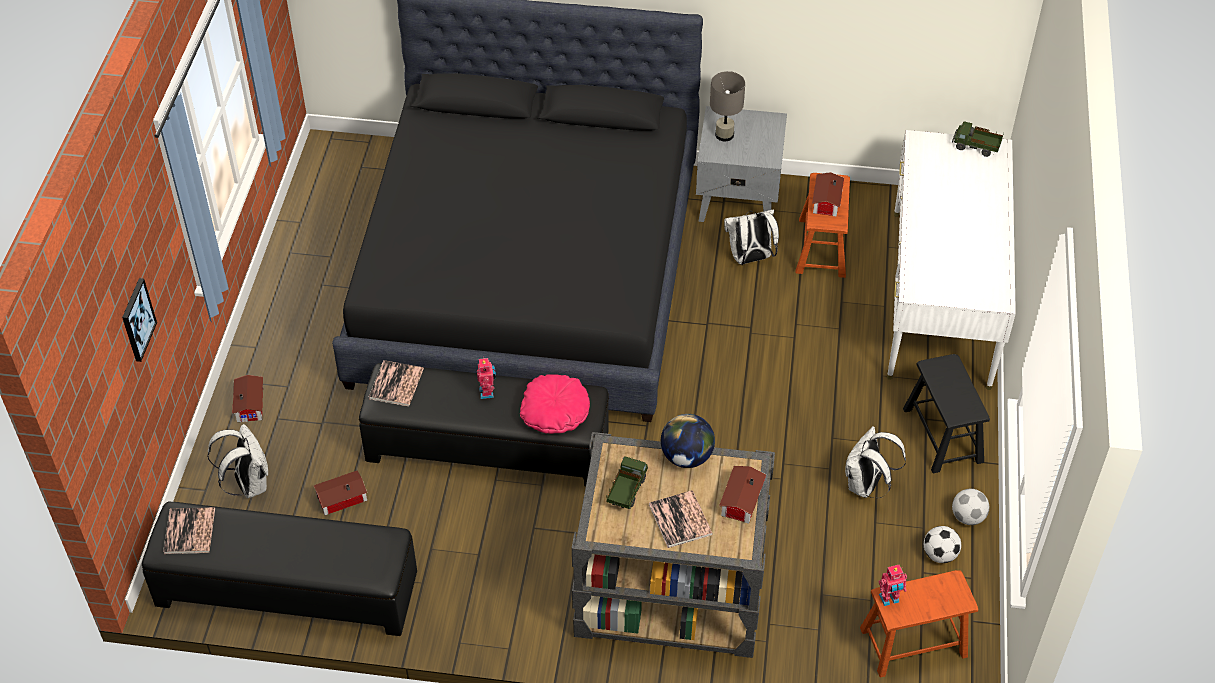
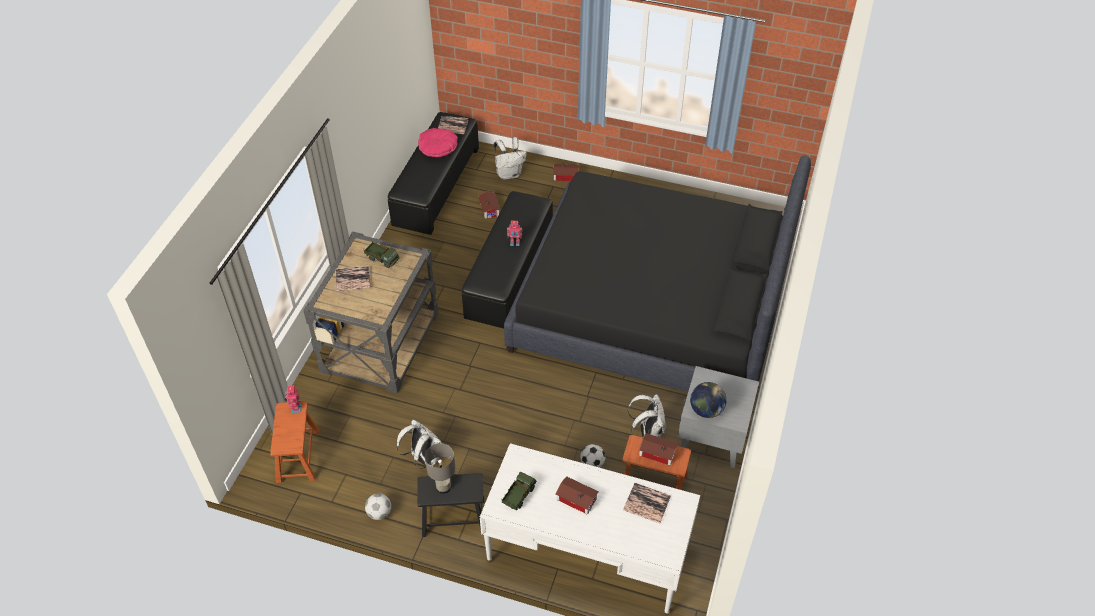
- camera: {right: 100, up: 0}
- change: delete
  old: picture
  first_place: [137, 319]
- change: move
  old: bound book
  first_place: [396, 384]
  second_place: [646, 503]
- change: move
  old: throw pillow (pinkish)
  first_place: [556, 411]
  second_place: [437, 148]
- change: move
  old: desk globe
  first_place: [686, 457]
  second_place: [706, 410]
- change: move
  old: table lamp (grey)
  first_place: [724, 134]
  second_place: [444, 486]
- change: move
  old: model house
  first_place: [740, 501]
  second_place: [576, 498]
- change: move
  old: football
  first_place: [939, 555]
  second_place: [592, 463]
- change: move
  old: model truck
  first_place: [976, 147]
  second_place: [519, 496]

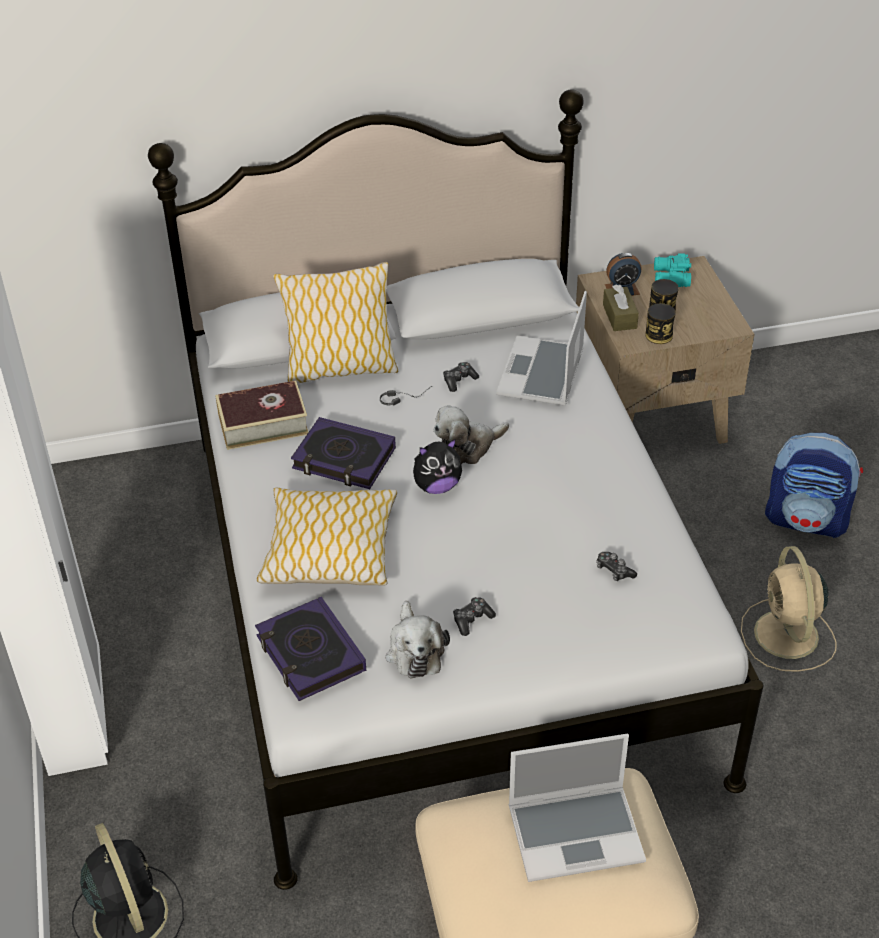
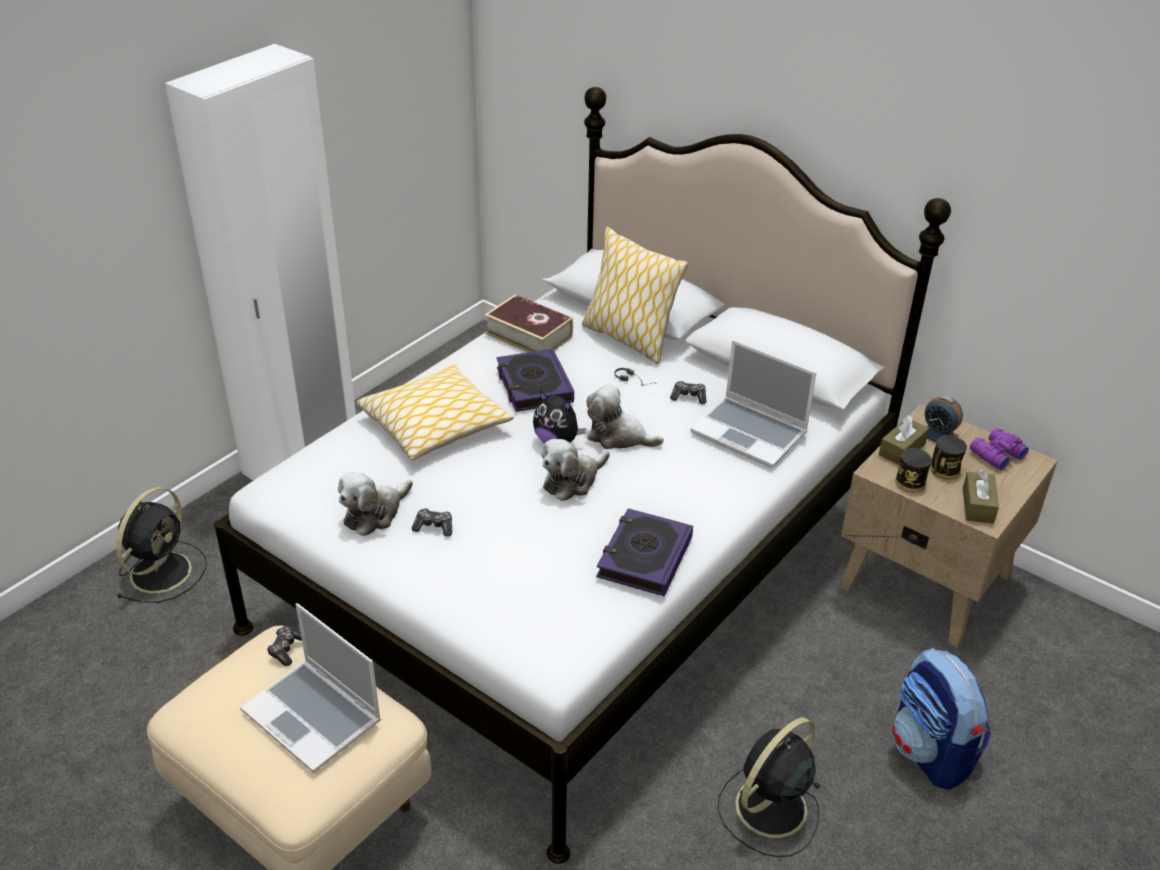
- camera: {right: 50, up: -5}
- change: move
  old: bound book
  first_place: [310, 654]
  second_place: [644, 557]
- change: rotate
  old: notebook computer
  first_place: [542, 374]
  second_place: [751, 433]
  degrees: -120
- change: move
  old: joypad
  first_place: [614, 571]
  second_place: [285, 649]
- change: recolor
  old: binoculars (blue-green)
  new: binoculars (purplish)
  first_place: [670, 278]
  second_place: [995, 454]
- change: recolor
  old: fan (beige-coloured)
  new: fan (blackish)
  first_place: [787, 637]
  second_place: [769, 809]
- change: insert
  new: cuddly toy
  second_place: [572, 480]
- change: insert
  new: tissue holder (brown)
  second_place: [977, 505]

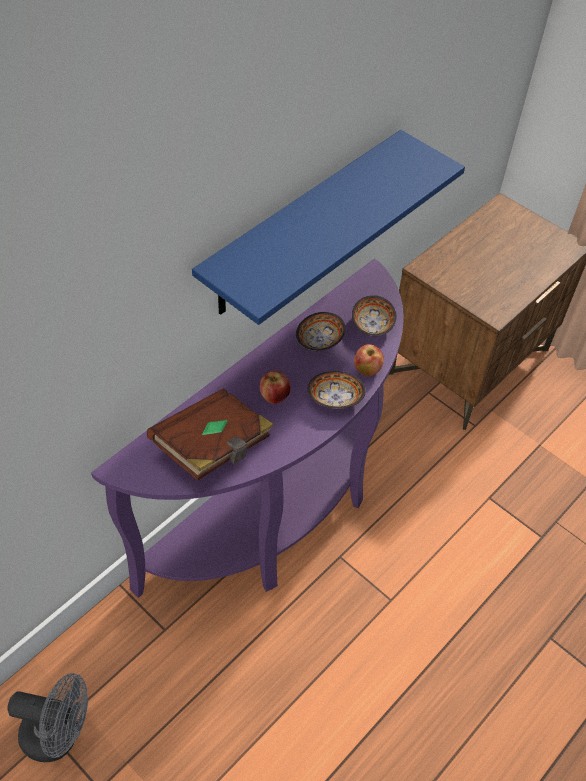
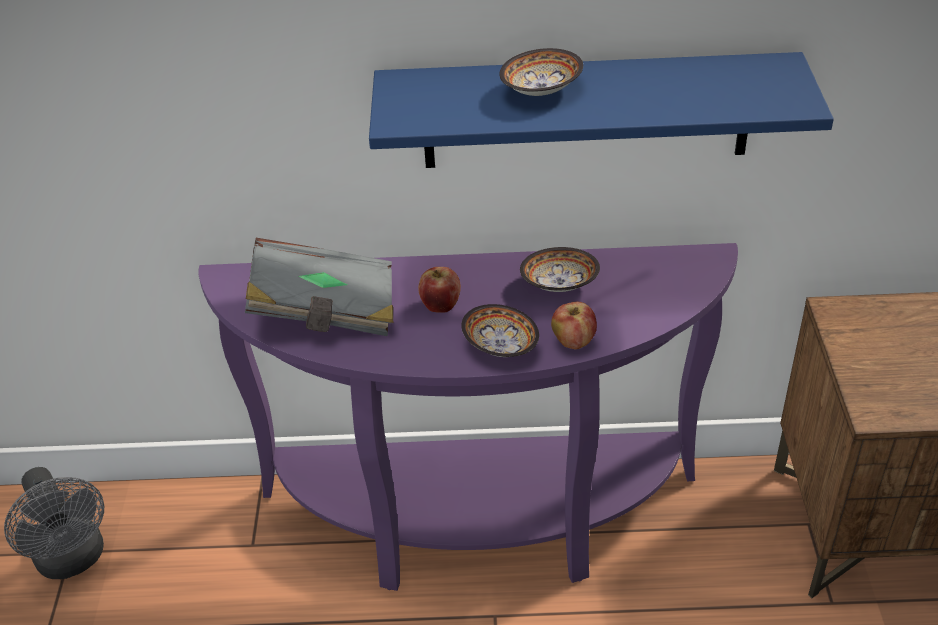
- camera: {right: 50, up: -10}
- change: recolor
  old: bound book (brown)
  new: bound book (grey)
  first_place: [214, 446]
  second_place: [325, 311]
- change: move
  old: deep dish
  first_place: [371, 326]
  second_place: [539, 90]

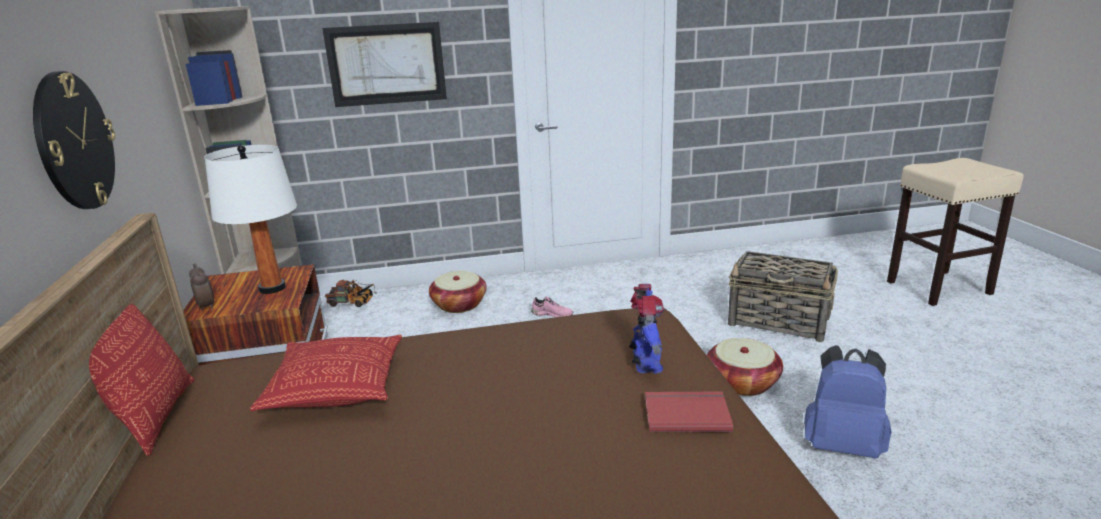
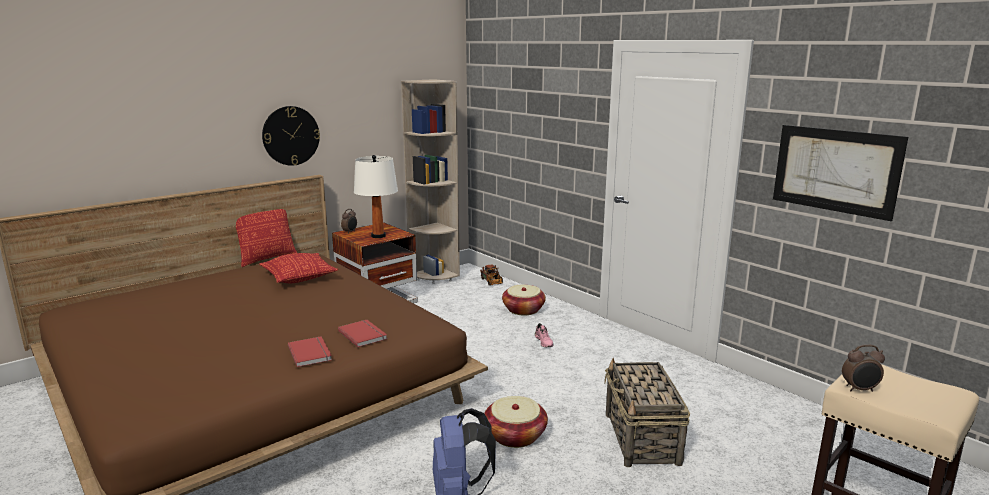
- camera: {right: 60, up: -5}
- change: move
  old: picture
  first_place: [386, 64]
  second_place: [835, 170]
- change: replace
  old: toy robot
  new: bound book (red)
  first_place: [646, 363]
  second_place: [363, 334]
- change: insert
  new: alarm clock
  second_place: [860, 389]

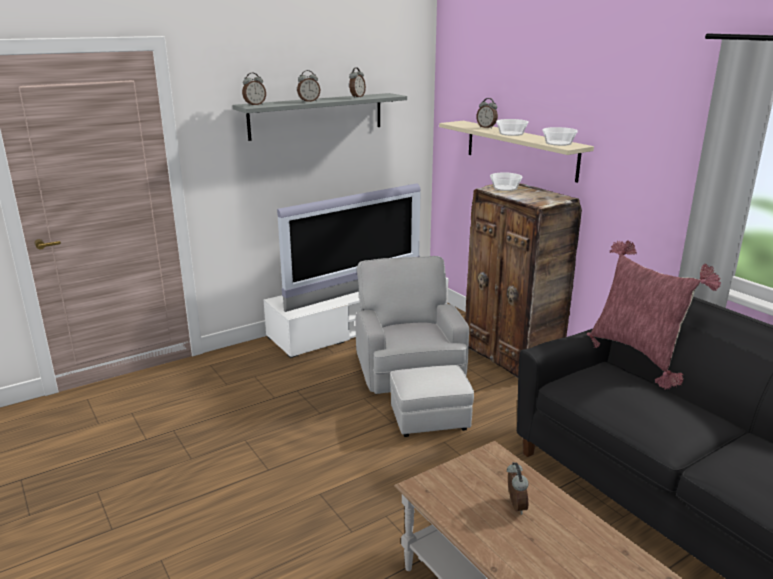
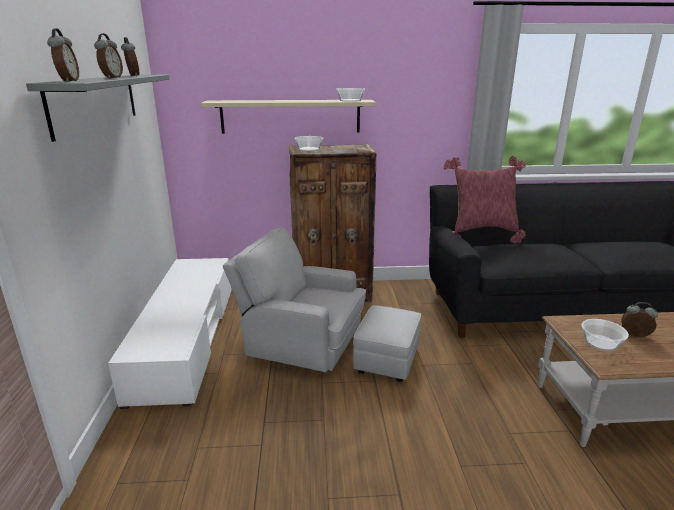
- camera: {right: -60, up: 0}
- change: delete
  old: TV set
  first_place: [355, 292]
- change: delete
  old: alarm clock
  first_place: [486, 127]
- change: move
  old: deep dish
  first_place: [511, 133]
  second_place: [601, 343]

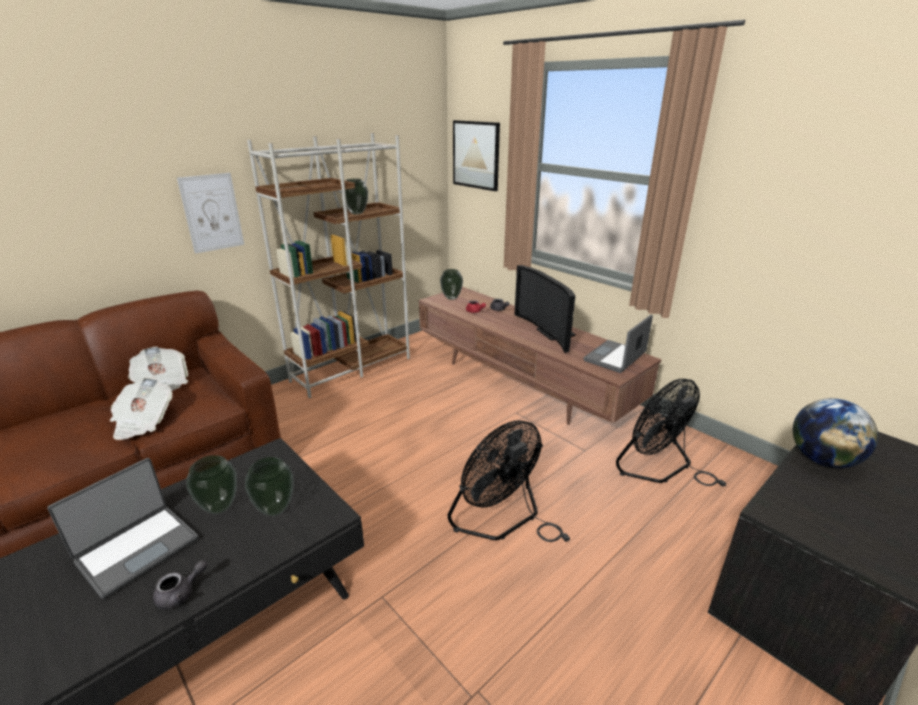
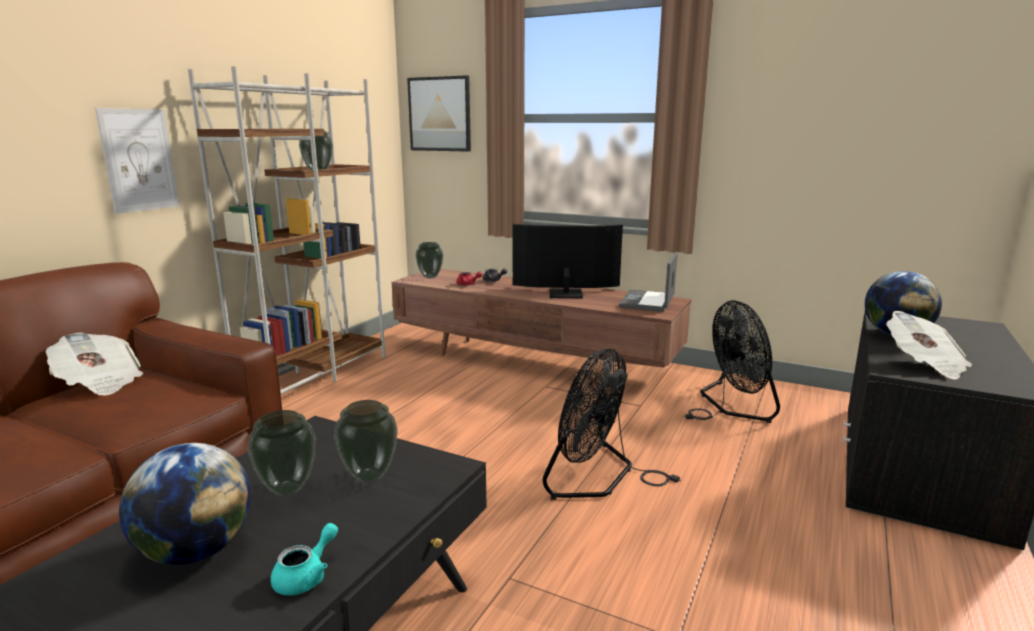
- camera: {right: -20, up: -10}
- change: replace
  old: notebook computer
  new: desk globe
  first_place: [137, 549]
  second_place: [196, 551]
- change: move
  old: printed paper
  first_place: [143, 422]
  second_place: [924, 364]
- change: recolor
  old: pot for tea (grey)
  new: pot for tea (blue-green)
  first_place: [181, 594]
  second_place: [306, 576]
- change: rotate
  old: TV set
  first_place: [550, 333]
  second_place: [566, 292]
  degrees: 135
- change: rotate
  old: fan (blackish)
  first_place: [666, 466]
  second_place: [726, 404]
  degrees: 135

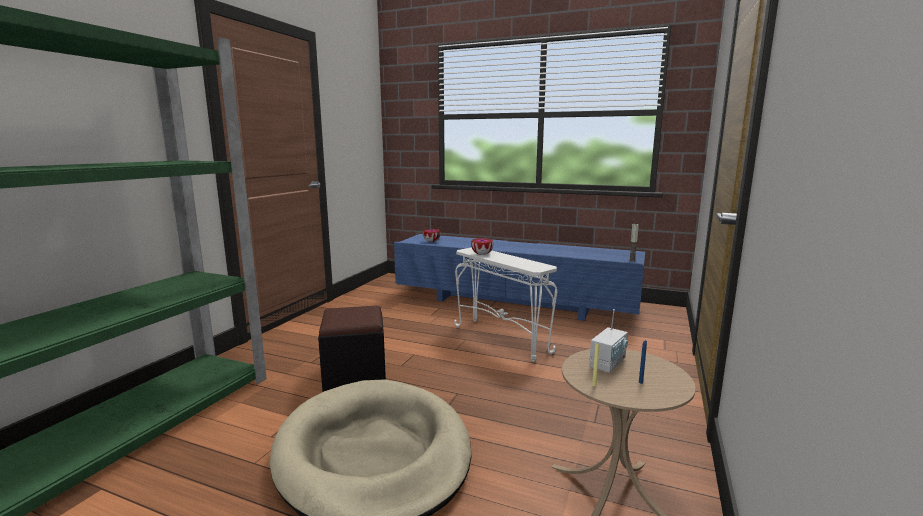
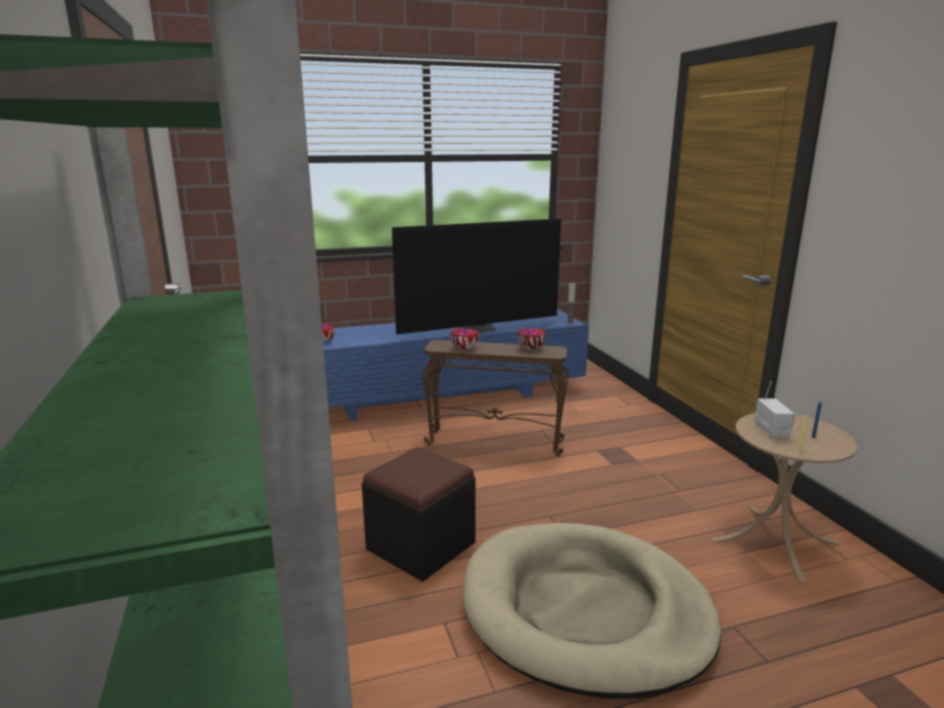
- camera: {right: -40, up: 5}
- change: recolor
  old: side table (white)
  new: side table (brown)
  first_place: [501, 339]
  second_place: [494, 443]
- change: insert
  new: TV set
  second_place: [477, 329]
- change: insert
  new: deep dish
  second_place: [531, 349]

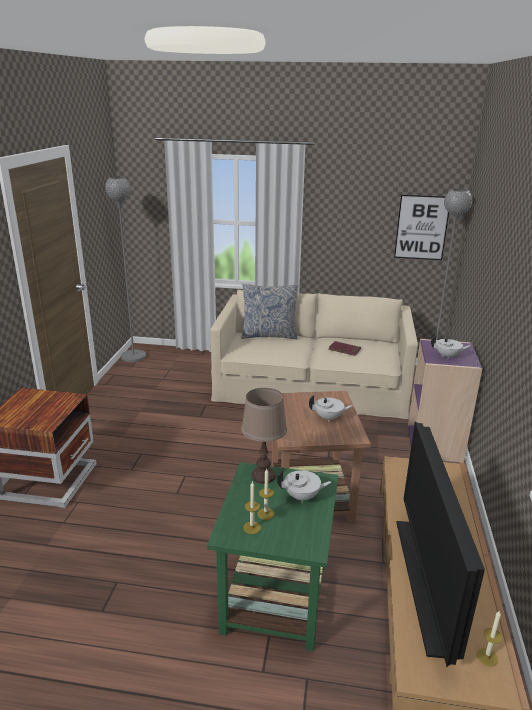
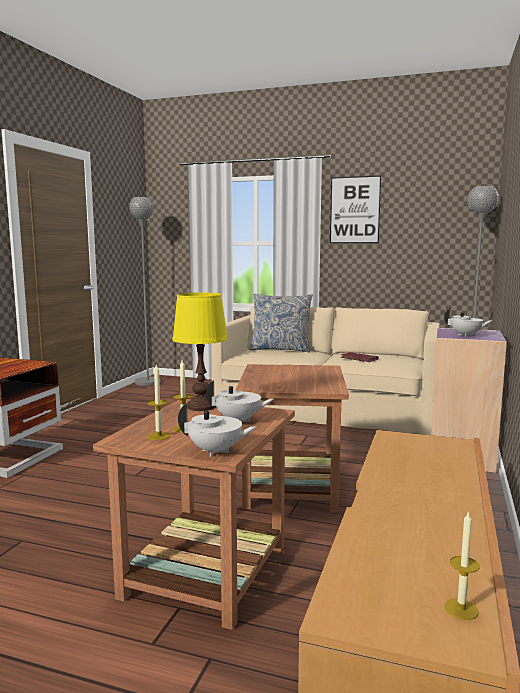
- camera: {right: 10, up: -15}
- change: recolor
  old: side table (greenish)
  new: side table (brown)
  first_place: [275, 598]
  second_place: [205, 572]
- change: recolor
  old: table lamp (brown)
  new: table lamp (yellow)
  first_place: [263, 476]
  second_place: [201, 407]
- change: move
  old: pot for tea (white)
  first_place: [329, 418]
  second_place: [215, 451]
- change: move
  old: picture
  first_place: [421, 227]
  second_place: [355, 210]
- change: delete
  old: TV set
  first_place: [425, 583]

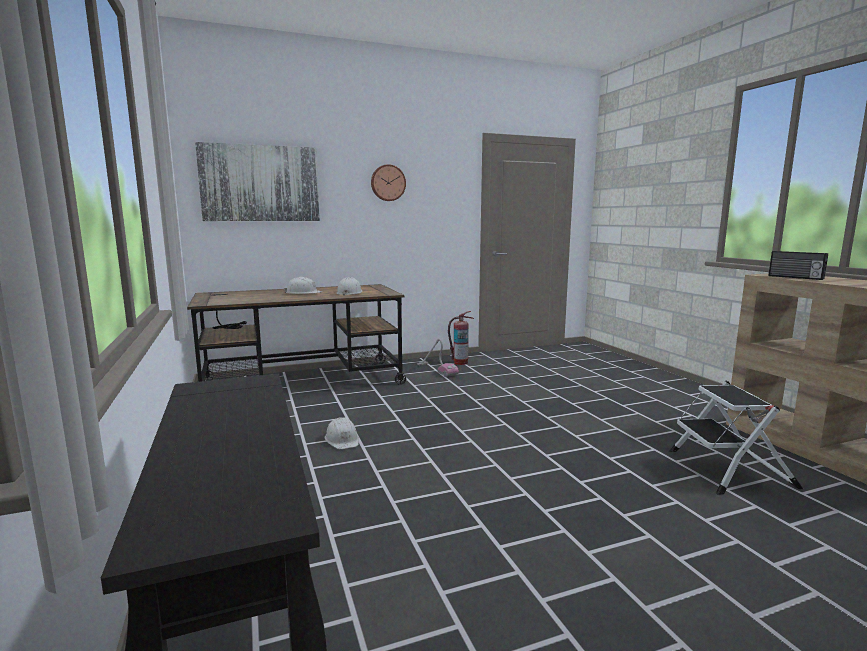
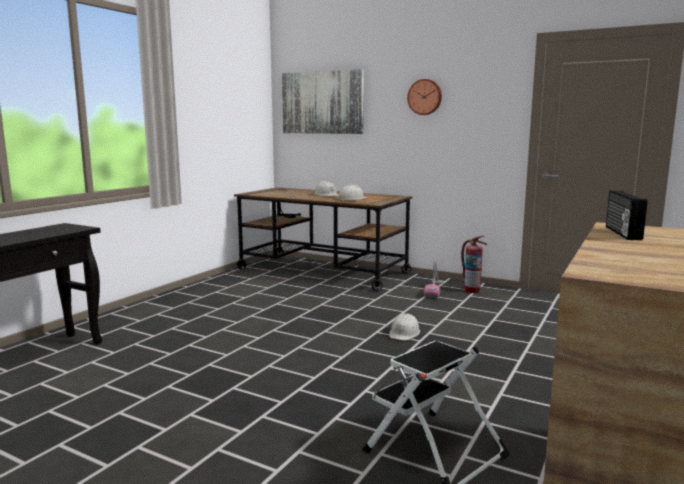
- camera: {right: 50, up: 0}
- change: move
  old: work helmet (white)
  first_place: [342, 439]
  second_place: [404, 333]

